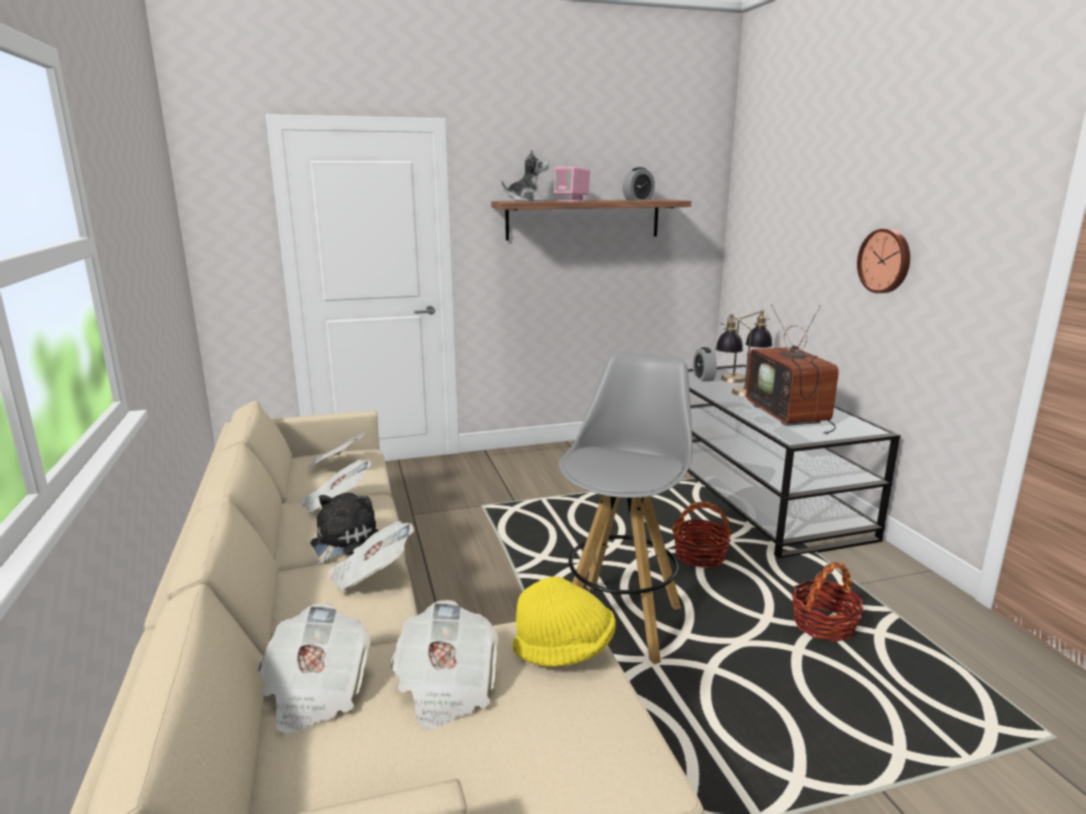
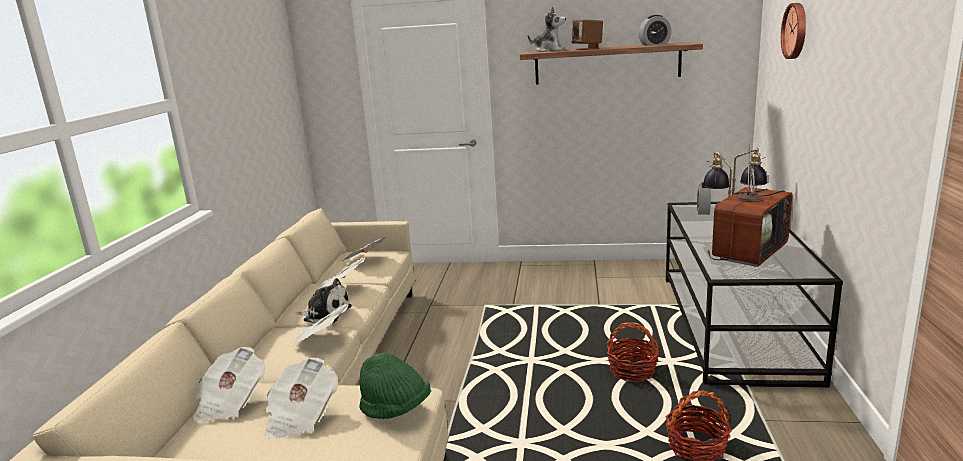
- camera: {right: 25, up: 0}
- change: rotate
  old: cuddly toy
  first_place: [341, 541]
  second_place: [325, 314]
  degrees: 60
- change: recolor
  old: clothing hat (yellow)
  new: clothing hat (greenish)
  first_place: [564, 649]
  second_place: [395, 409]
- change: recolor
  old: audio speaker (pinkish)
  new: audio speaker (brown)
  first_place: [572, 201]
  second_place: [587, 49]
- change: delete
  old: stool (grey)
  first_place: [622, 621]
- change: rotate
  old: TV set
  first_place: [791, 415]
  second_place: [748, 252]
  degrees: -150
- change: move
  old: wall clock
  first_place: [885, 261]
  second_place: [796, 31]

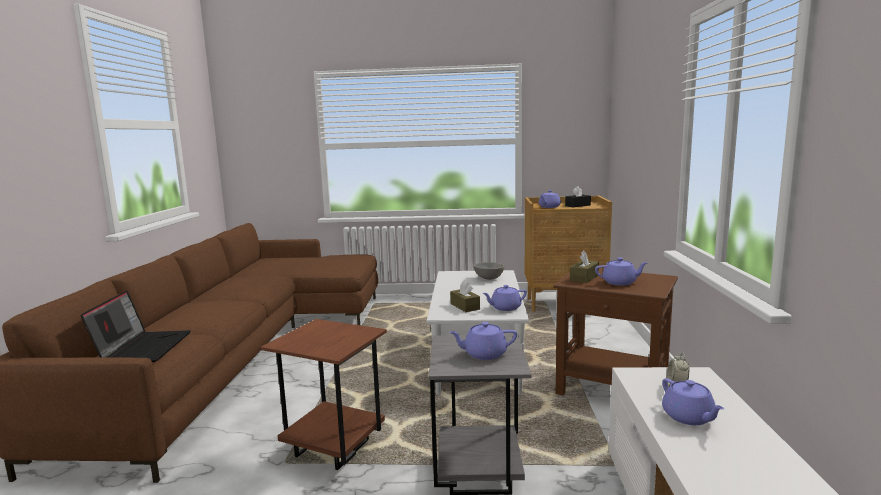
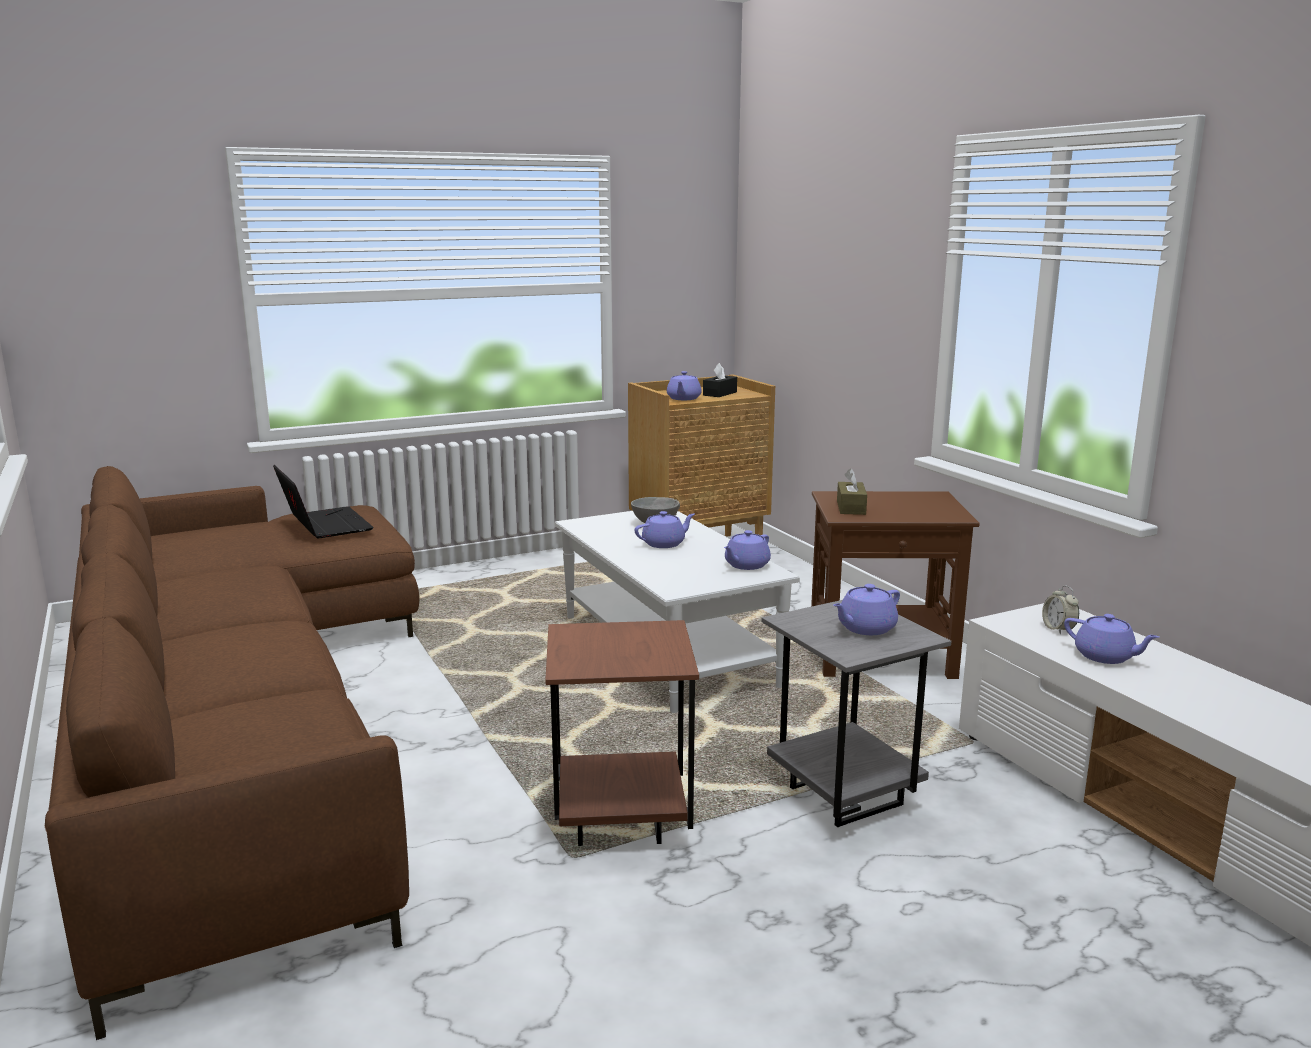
- camera: {right: -30, up: 5}
- change: move
  old: notebook computer
  first_place: [143, 347]
  second_place: [323, 525]
- change: delete
  old: tissue holder (brown)
  first_place: [465, 306]
- change: move
  old: pot for tea (purplish)
  first_place: [620, 282]
  second_place: [664, 544]

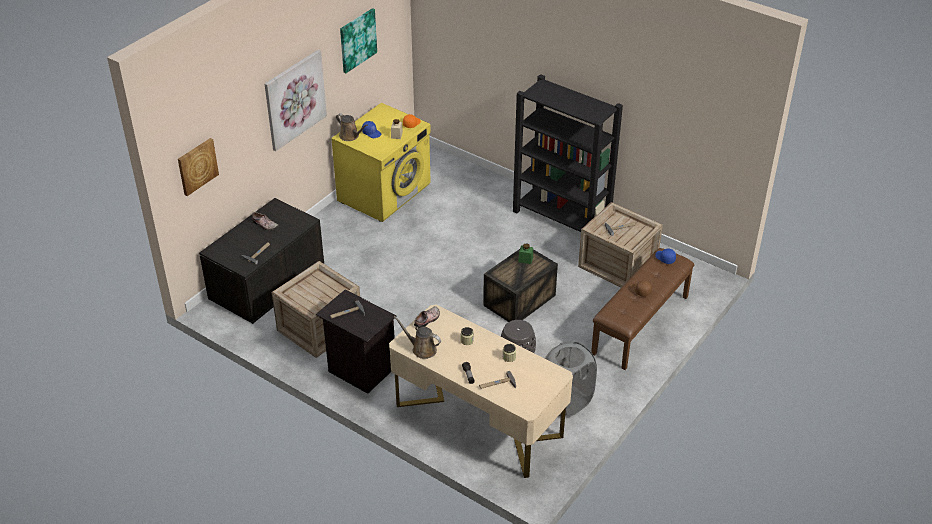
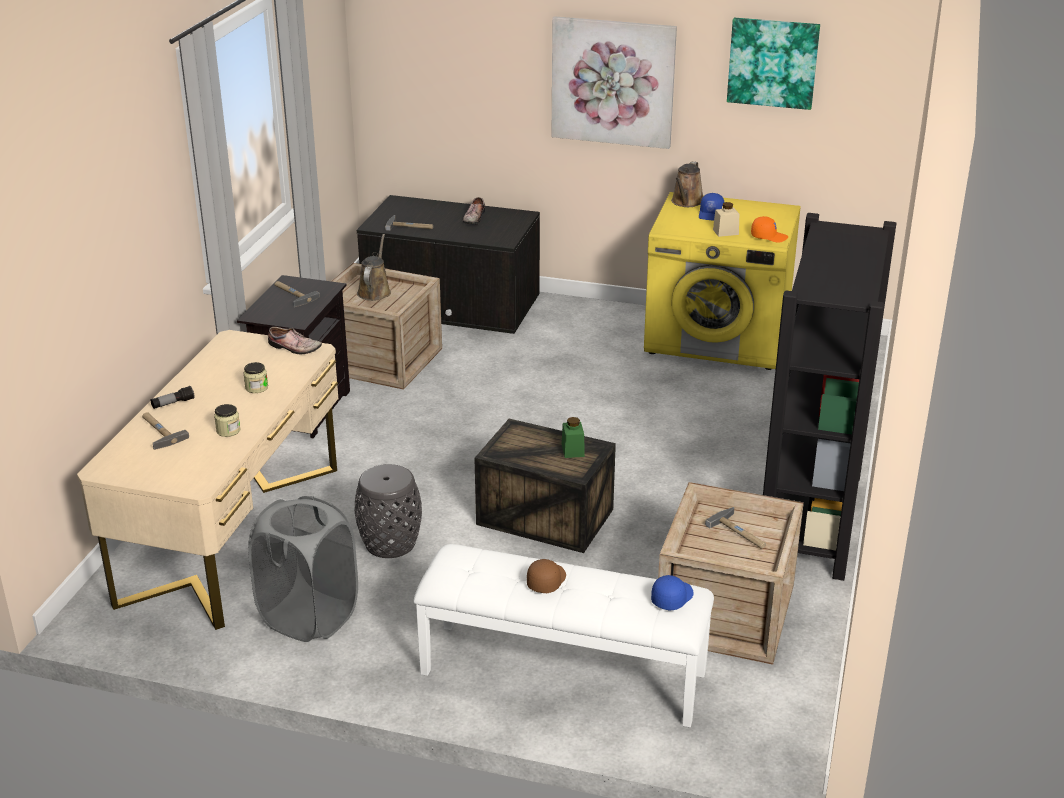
- camera: {right: 70, up: -10}
- change: delete
  old: picture
  first_place: [197, 166]
- change: move
  old: sprinkling can (brown)
  first_place: [421, 349]
  second_place: [375, 291]
- change: recolor
  old: bench (brown)
  new: bench (white)
  first_place: [641, 325]
  second_place: [562, 674]

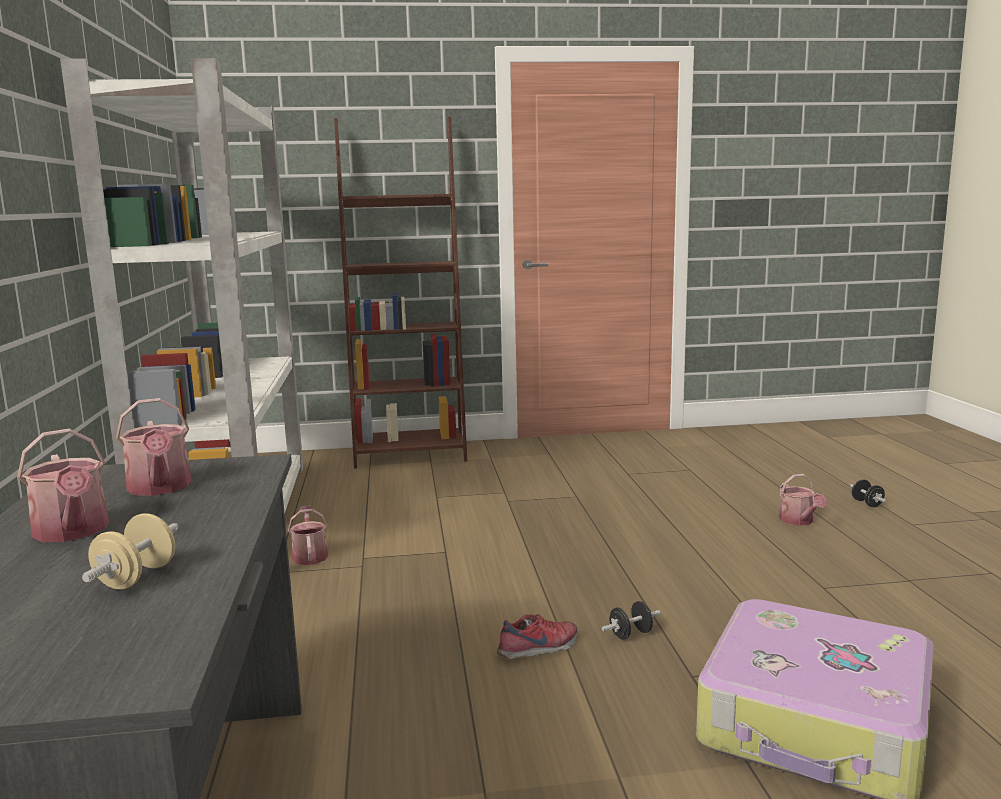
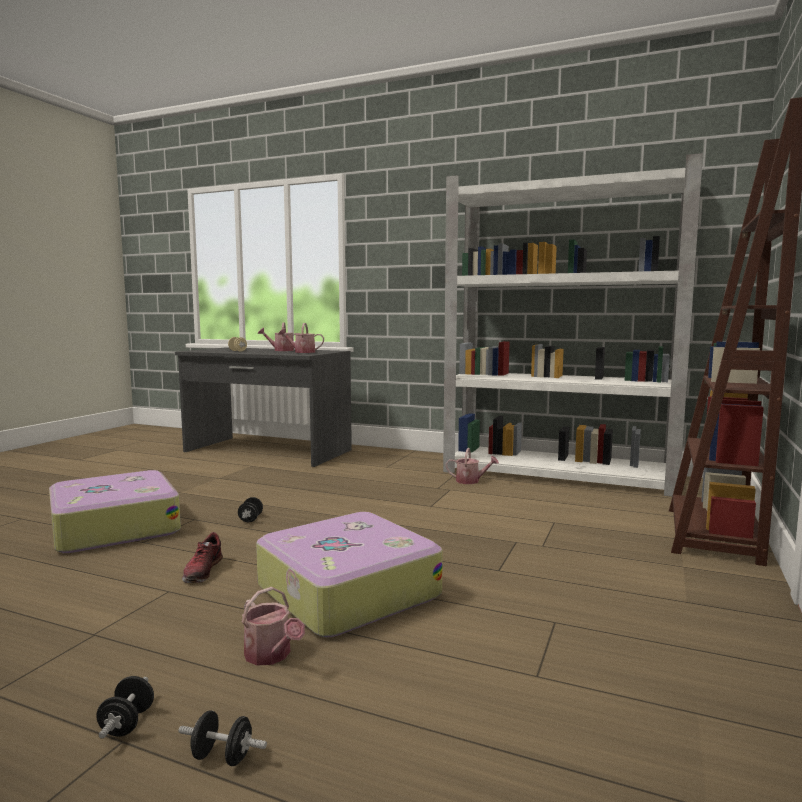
- camera: {right: 120, up: -5}
- change: move
  old: item of footwear
  first_place: [539, 649]
  second_place: [202, 570]
- change: rotate
  old: sprinkling can
  first_place: [798, 521]
  second_place: [271, 655]
  degrees: -150
- change: insert
  new: hand weight (blackish)
  second_place: [127, 723]
- change: insert
  new: piece of luggage
  second_place: [346, 591]

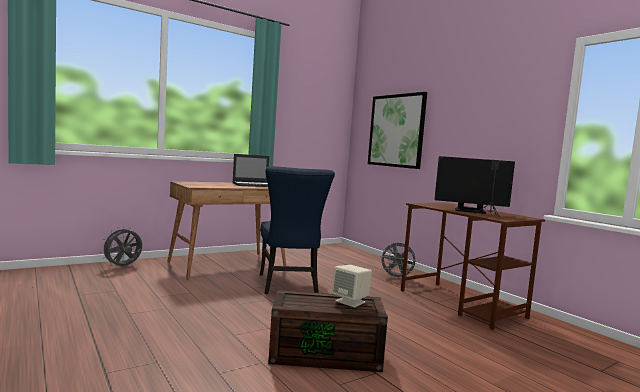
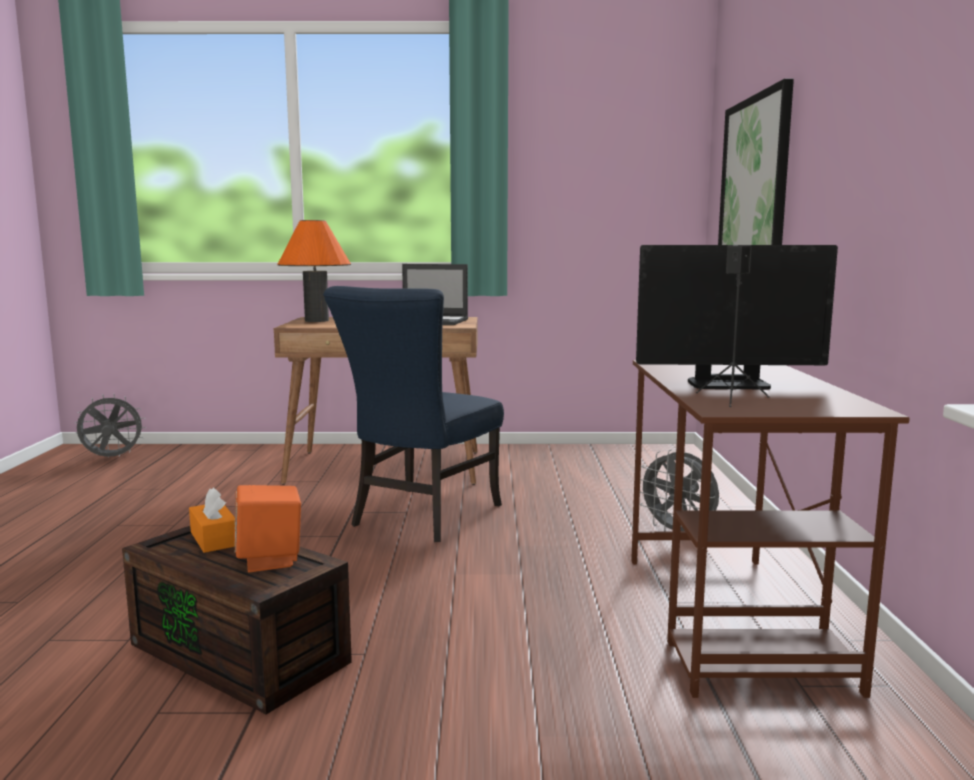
- camera: {right: 35, up: 5}
- change: move
  old: fan (grey)
  first_place: [122, 267]
  second_place: [112, 458]
- change: recolor
  old: audio speaker (beige-coloured)
  new: audio speaker (orangey)
  first_place: [350, 301]
  second_place: [270, 560]
- change: rotate
  old: computer screen
  first_place: [470, 211]
  second_place: [728, 384]
  degrees: -45
- change: insert
  new: tissue holder (orangey)
  second_place: [214, 539]
- change: insert
  new: table lamp (orangey)
  second_place: [316, 320]

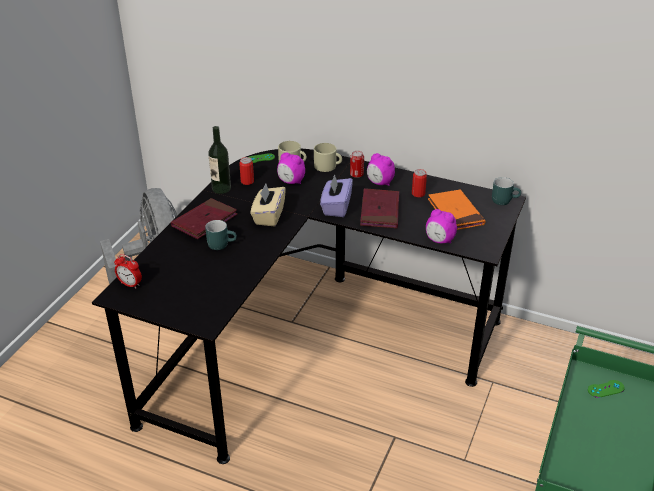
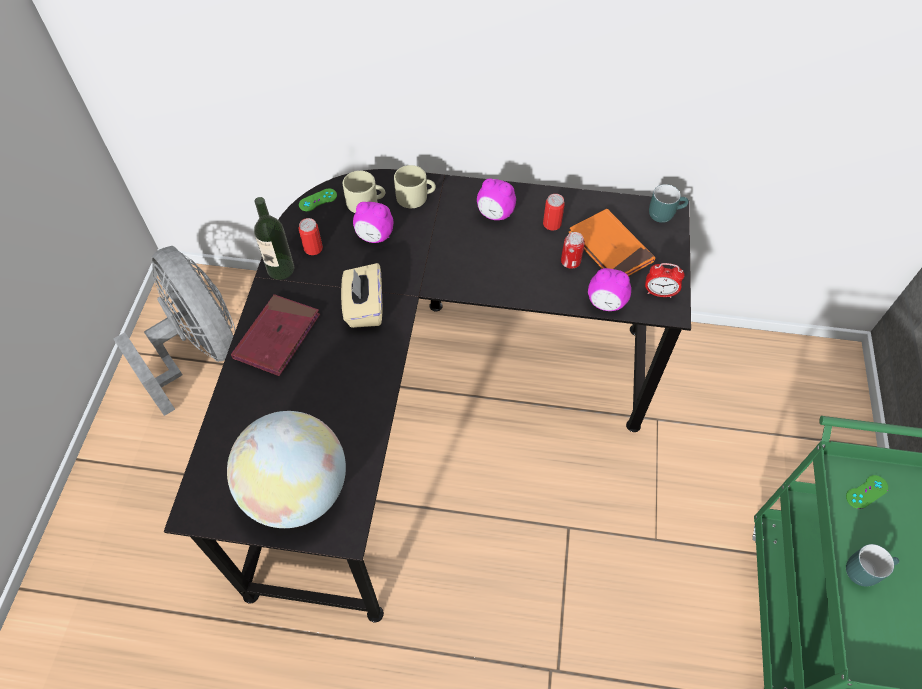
- camera: {right: -15, up: 20}
- change: move
  old: alarm clock
  first_place: [130, 284]
  second_place: [659, 293]
- change: move
  old: mug (blue-green)
  first_place: [221, 244]
  second_place: [864, 568]
- change: delete
  old: tissue holder (purplish)
  first_place: [336, 207]
- change: move
  old: can
  first_place: [356, 175]
  second_place: [570, 262]
- change: delete
  old: bound book (red)
  first_place: [380, 211]
- change: insert
  new: desk globe
  second_place: [297, 490]

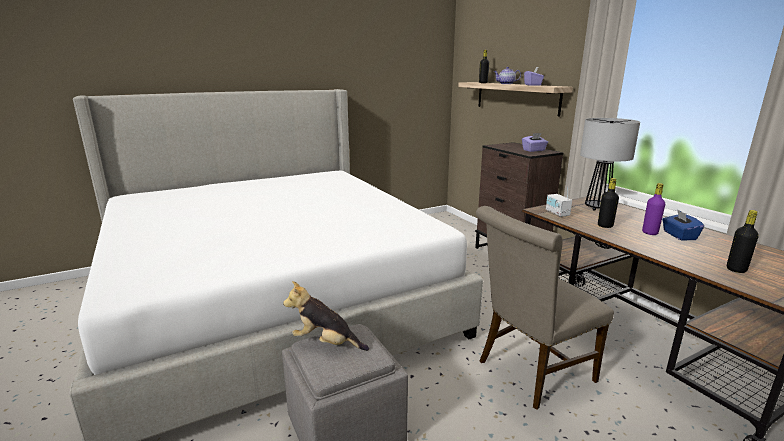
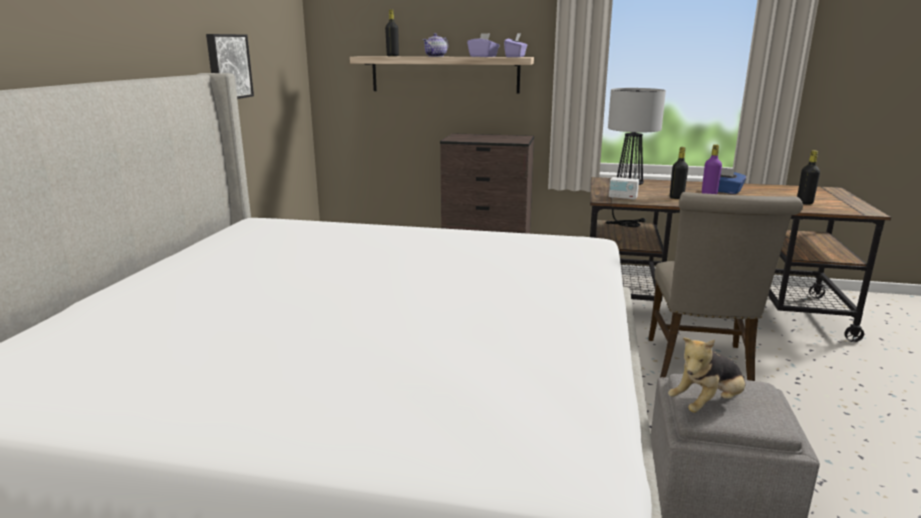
- camera: {right: -50, up: 0}
- change: move
  old: tissue holder (purplish)
  first_place: [534, 150]
  second_place: [515, 57]
- change: insert
  new: picture
  second_place: [228, 67]

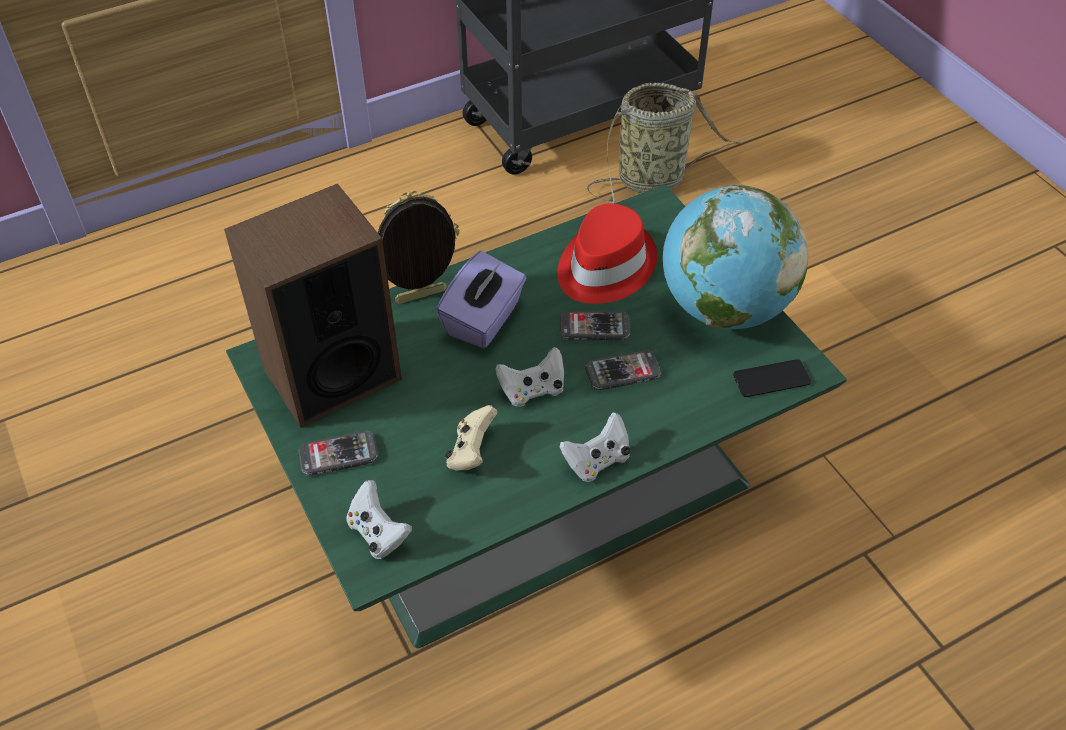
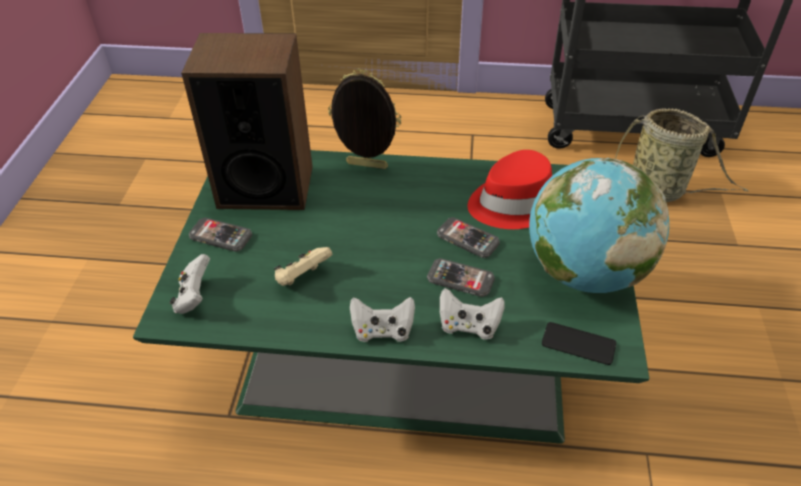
- camera: {right: 35, up: -5}
- change: delete
  old: tissue holder (purplish)
  first_place: [484, 320]
- change: move
  old: joypad (white)
  first_place: [532, 390]
  second_place: [469, 326]

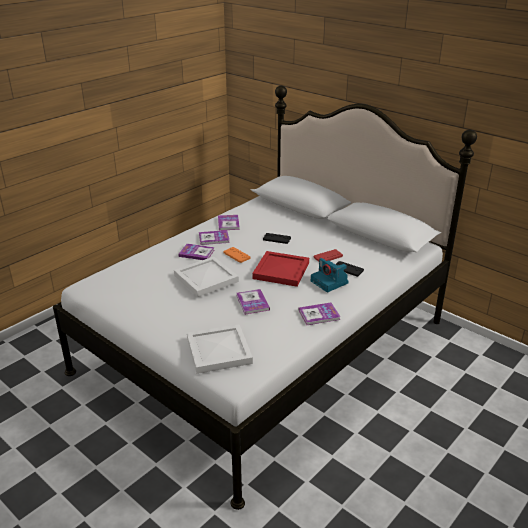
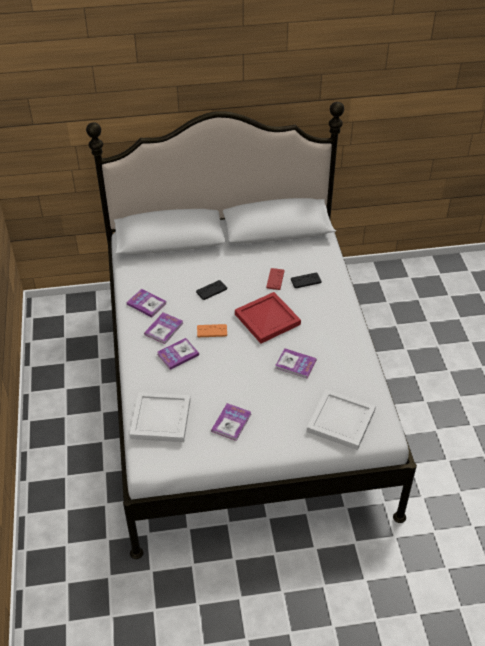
- camera: {right: -50, up: 15}
- change: move
  old: serving tray (white)
  first_place: [205, 278]
  second_place: [160, 419]
- change: move
  old: bound book
  first_place: [319, 315]
  second_place: [231, 422]
- change: delete
  old: still camera
  first_place: [330, 282]

